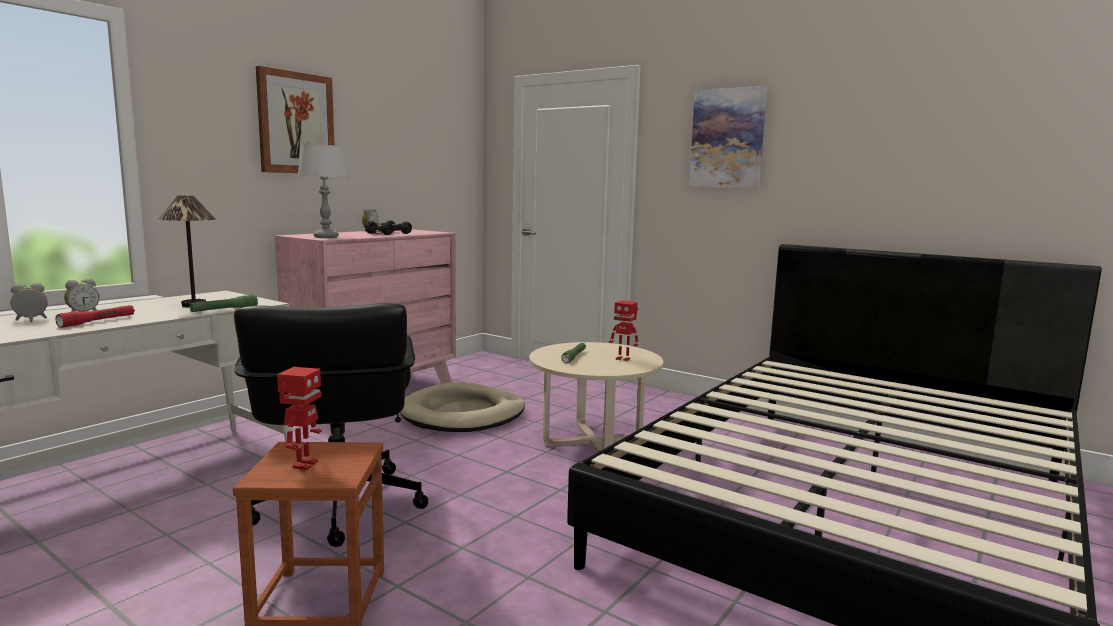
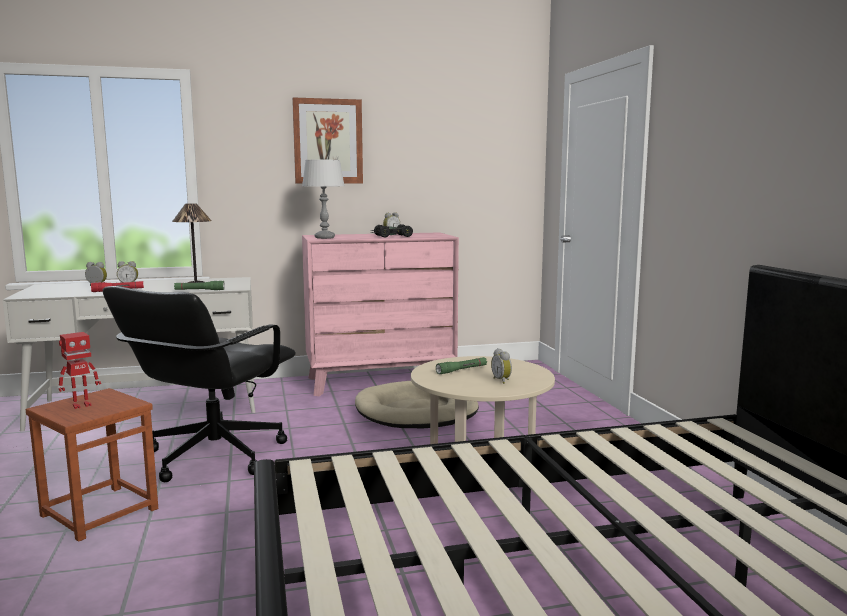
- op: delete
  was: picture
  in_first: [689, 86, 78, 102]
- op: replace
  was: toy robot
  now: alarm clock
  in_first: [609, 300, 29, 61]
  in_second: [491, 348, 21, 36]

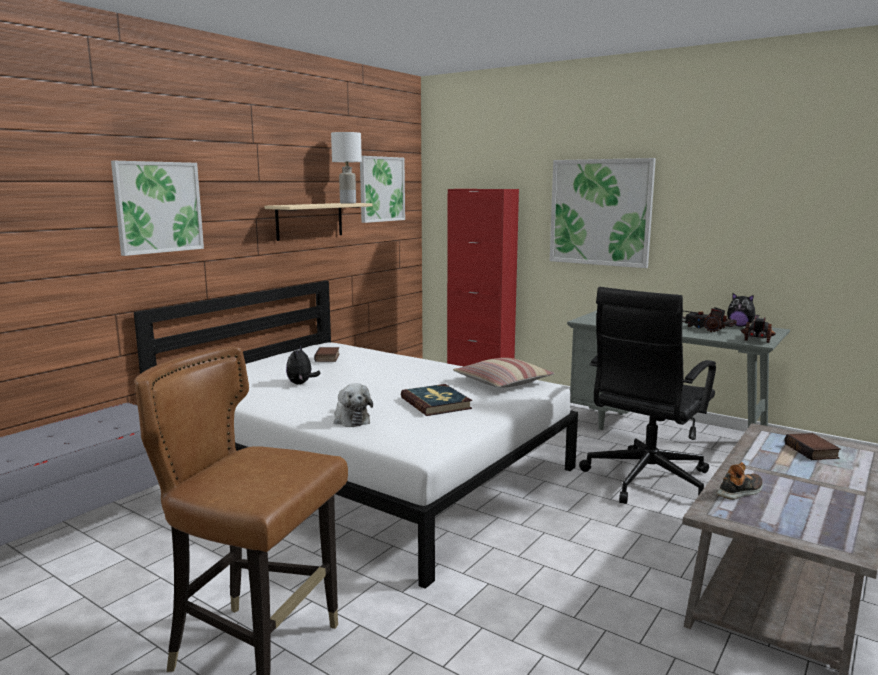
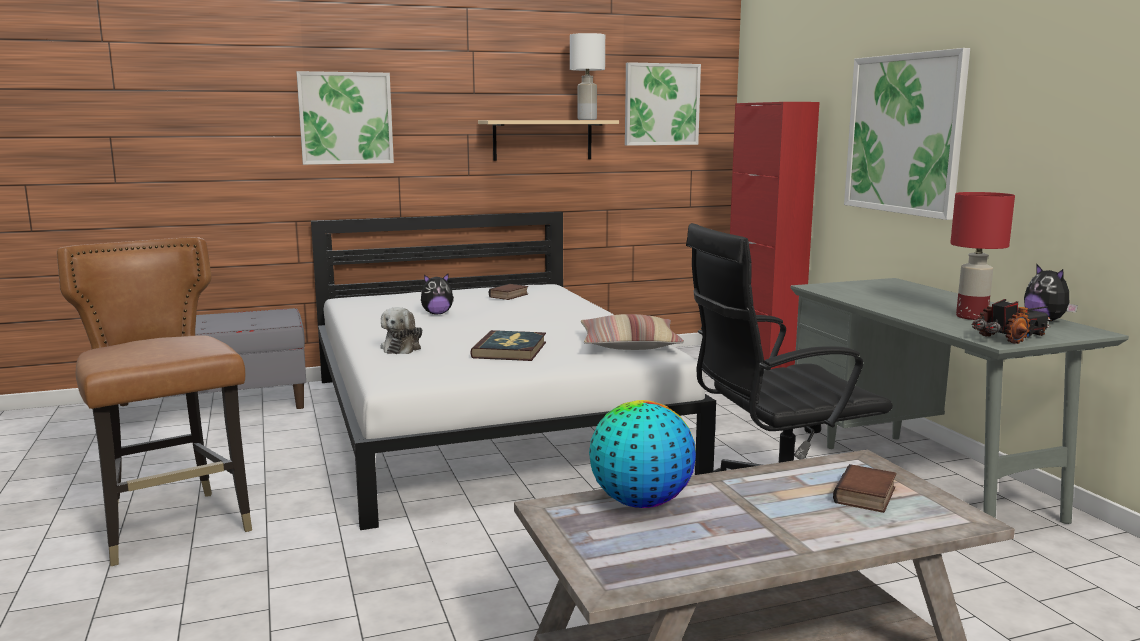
- op: replace
  was: toy truck
  now: table lamp (red)
  in_first: [682, 307, 55, 25]
  in_second: [950, 192, 65, 128]
- op: rotate
  was: plush toy
  in_first: [286, 345, 35, 39]
  in_second: [421, 274, 33, 40]
  clockwise: -150
- op: replace
  was: shoe
  now: globe
  in_first: [717, 462, 46, 38]
  in_second: [589, 400, 107, 108]

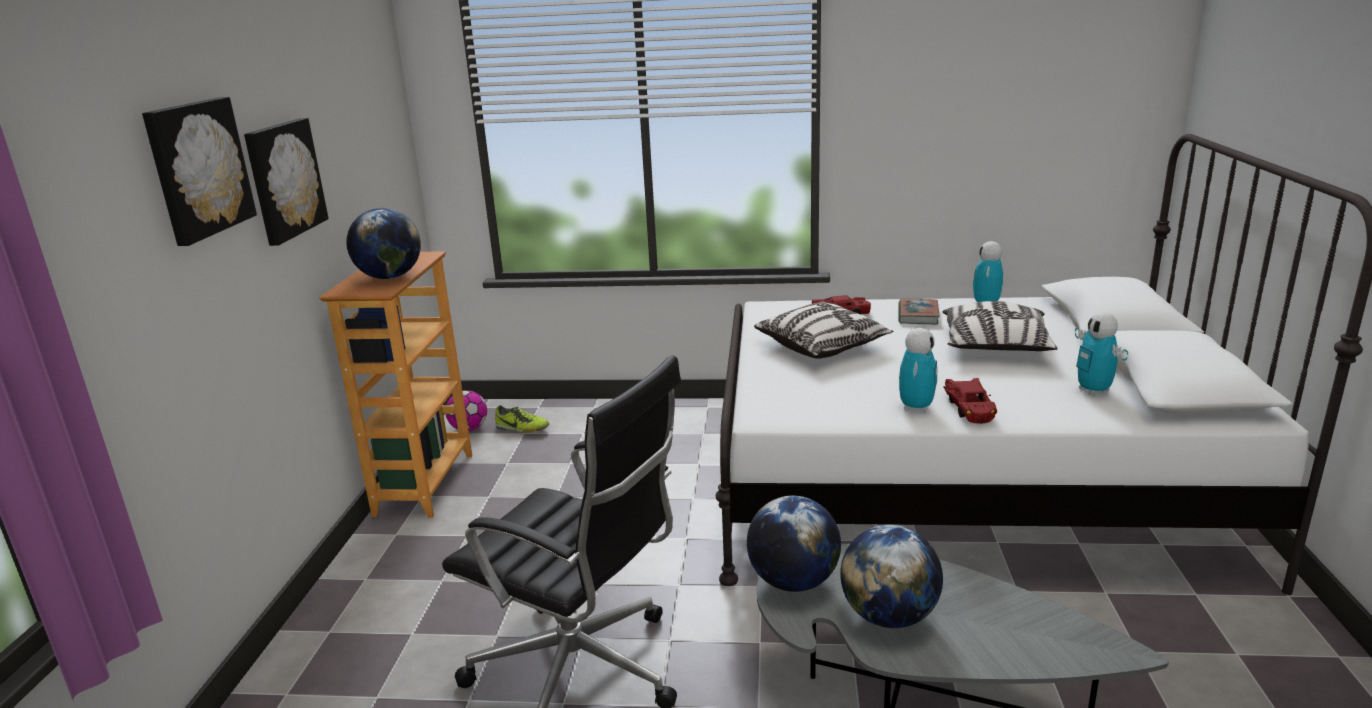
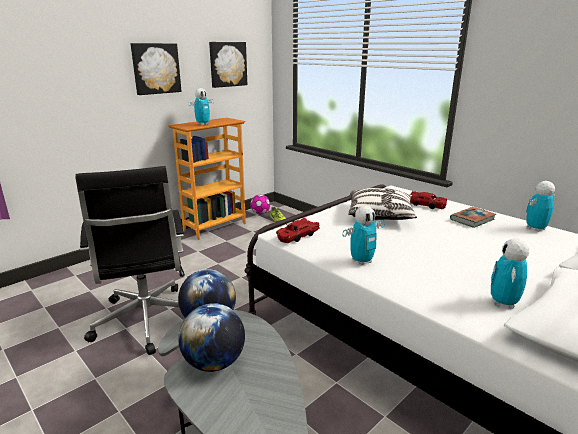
- op: move
  was: picture
  in_first: [142, 97, 115, 149]
  in_second: [209, 42, 38, 46]
- op: replace
  was: globe
  now: toy robot
  in_first: [346, 208, 75, 71]
  in_second: [188, 88, 26, 37]
- op: delete
  was: pillow
  in_first: [943, 301, 115, 50]
- op: move
  was: toy car (red)
  in_first: [943, 378, 54, 46]
  in_second: [276, 218, 44, 25]

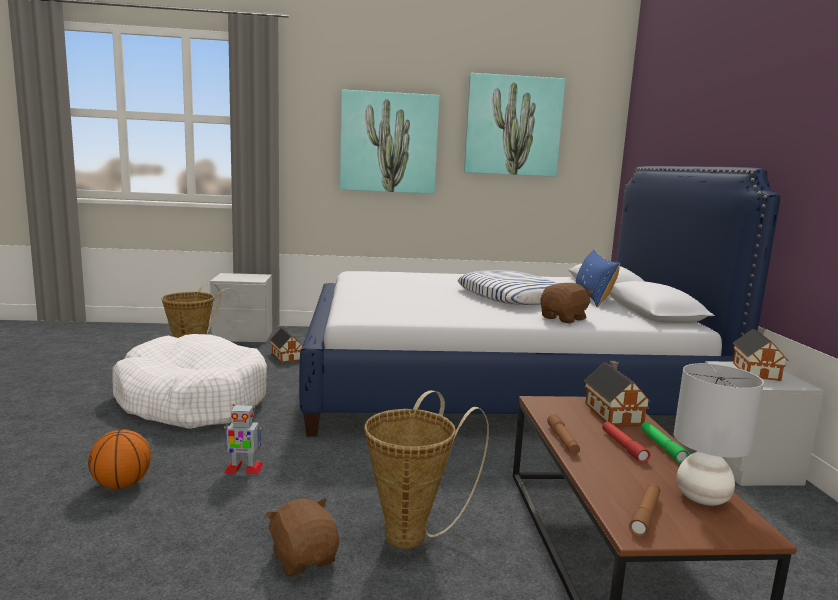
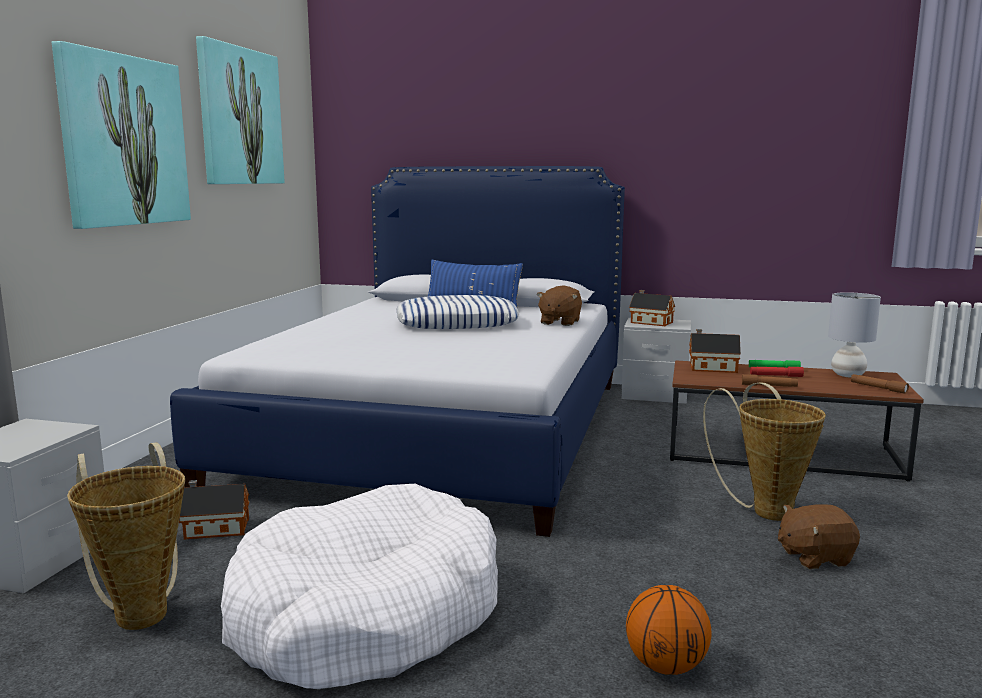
- op: rotate
  was: plush toy (brown)
  in_first: [540, 283, 53, 40]
  in_second: [537, 285, 45, 41]
  clockwise: -135
- op: delete
  was: toy robot
  in_first: [224, 404, 40, 71]

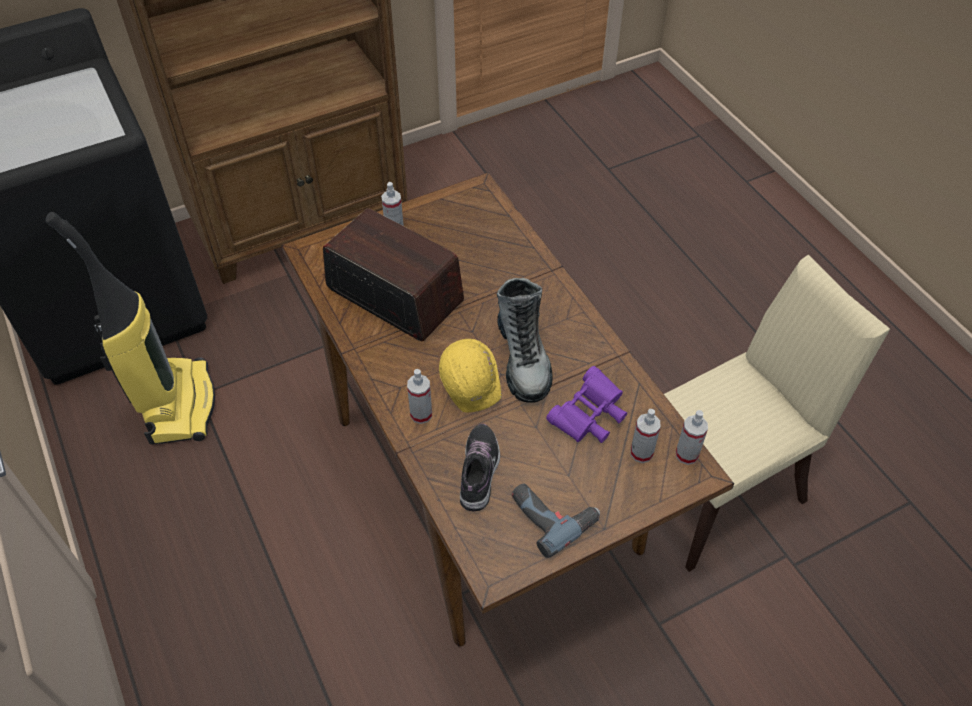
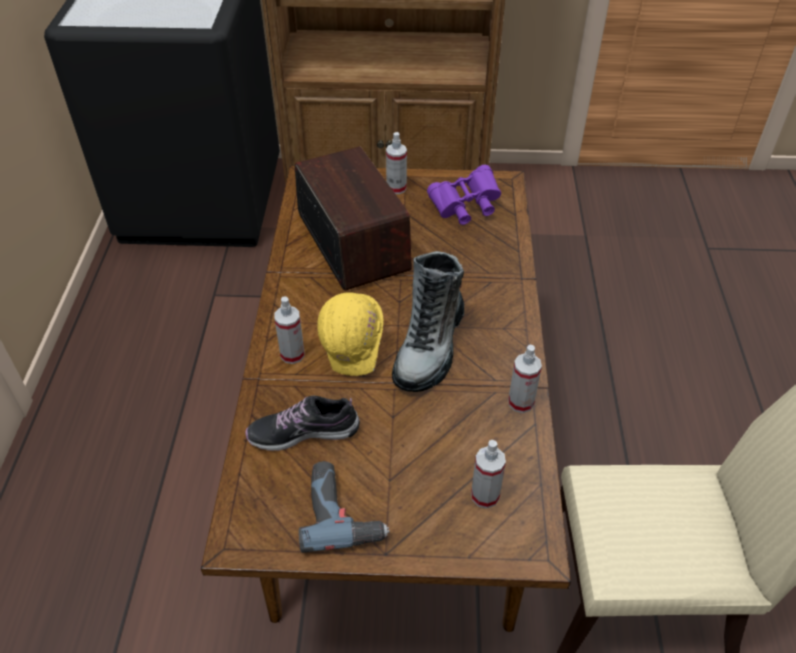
- op: delete
  was: vacuum cleaner
  in_first: [46, 212, 169, 232]
- op: move
  was: binoculars (purple)
  in_first: [546, 366, 81, 77]
  in_second: [427, 165, 74, 60]
- op: move
  was: spray bottle
  in_first: [676, 410, 32, 55]
  in_second: [508, 344, 34, 69]
- op: rotate
  was: shoe
  in_first: [460, 424, 40, 88]
  in_second: [245, 396, 115, 55]
  clockwise: -135

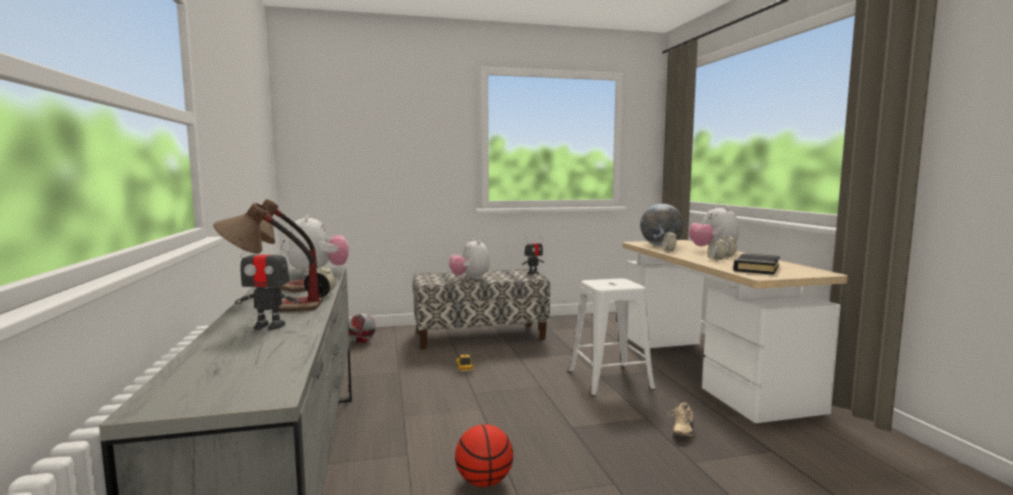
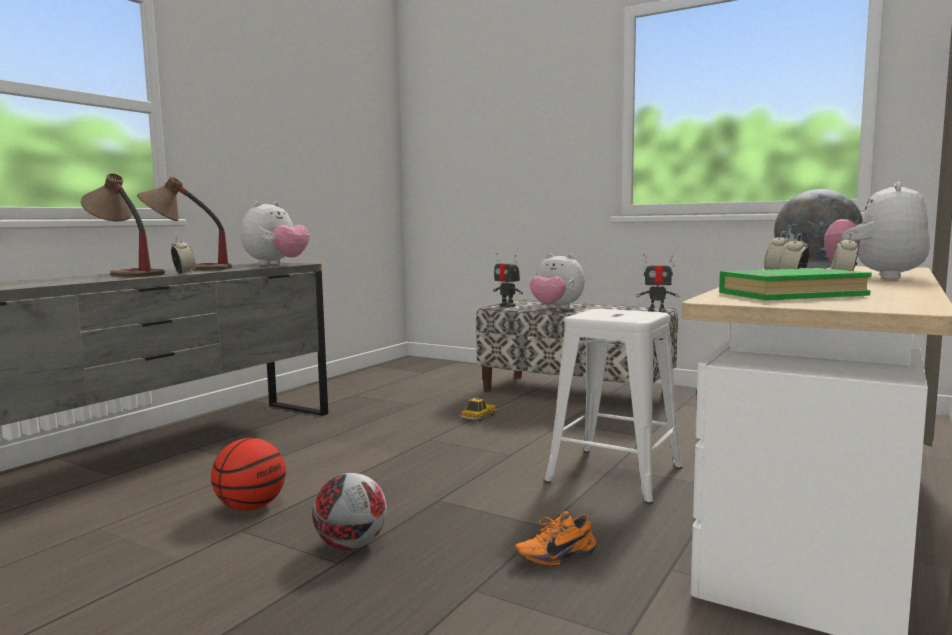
- op: move
  was: toy robot
  in_first: [235, 238, 66, 92]
  in_second: [493, 253, 30, 54]
- op: rotate
  was: plush toy
  in_first: [449, 239, 41, 41]
  in_second: [530, 253, 55, 56]
  clockwise: -75
- op: recolor
  was: book (black)
  now: book (green)
  in_first: [733, 253, 47, 22]
  in_second: [719, 268, 153, 32]
- op: move
  was: football
  in_first: [349, 314, 27, 29]
  in_second: [312, 473, 75, 77]
- op: recolor
  was: shoe (beige)
  now: shoe (orange)
  in_first: [668, 402, 26, 35]
  in_second: [515, 511, 81, 55]

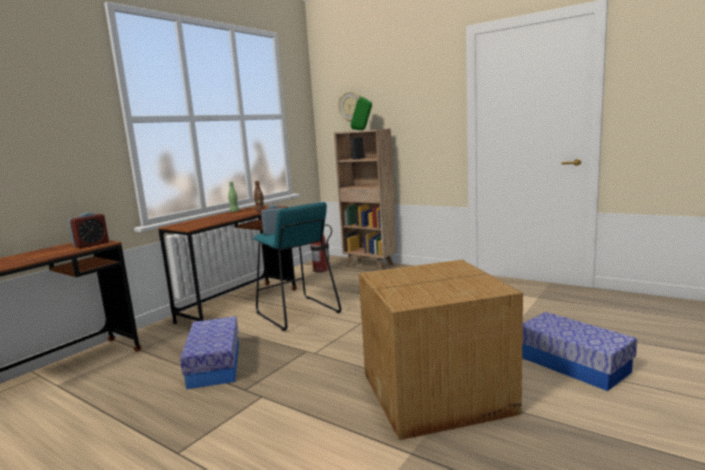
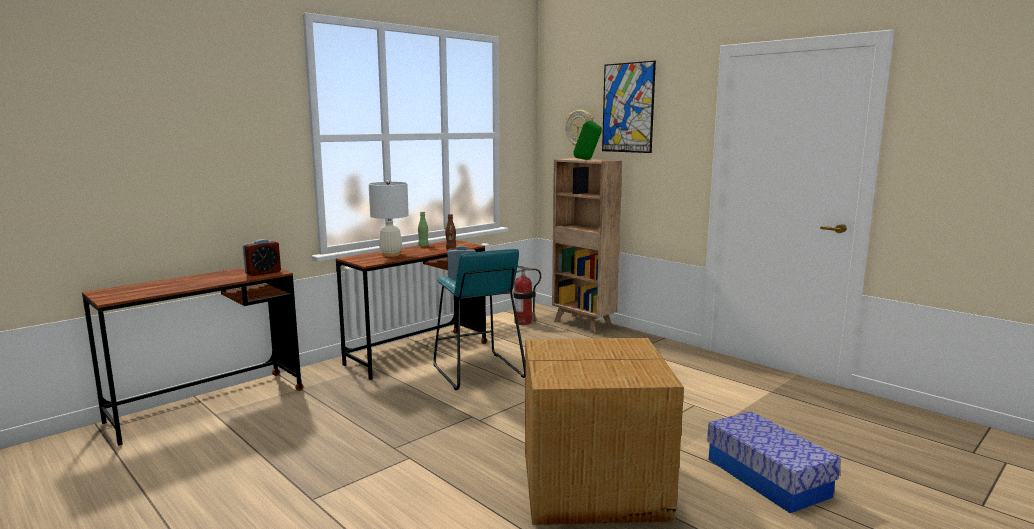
- op: delete
  was: storage box
  in_first: [180, 316, 59, 73]
- op: insert
  now: picture
  in_second: [602, 61, 54, 92]
- op: insert
  now: table lamp (white)
  in_second: [369, 180, 40, 77]

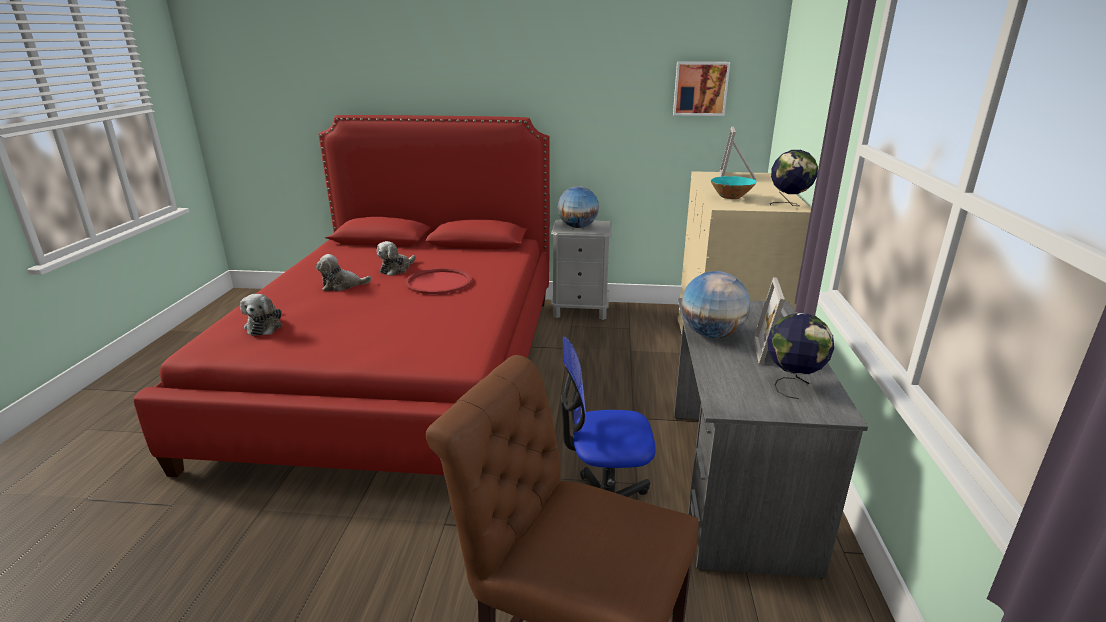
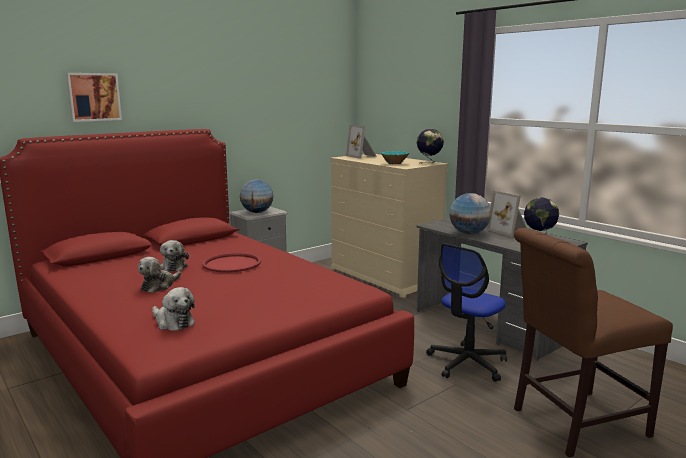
- op: move
  was: picture
  in_first: [673, 62, 57, 54]
  in_second: [66, 73, 56, 49]

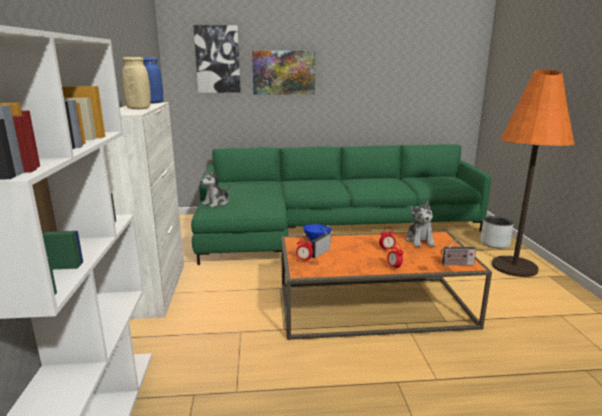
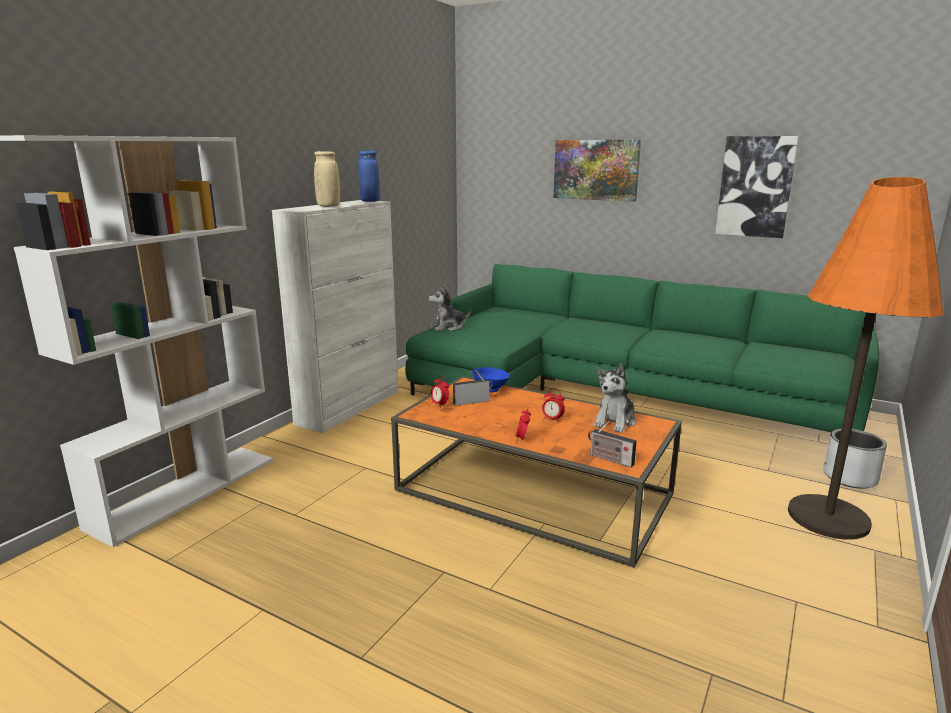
- op: move
  was: picture
  in_first: [193, 25, 48, 68]
  in_second: [715, 136, 84, 102]

